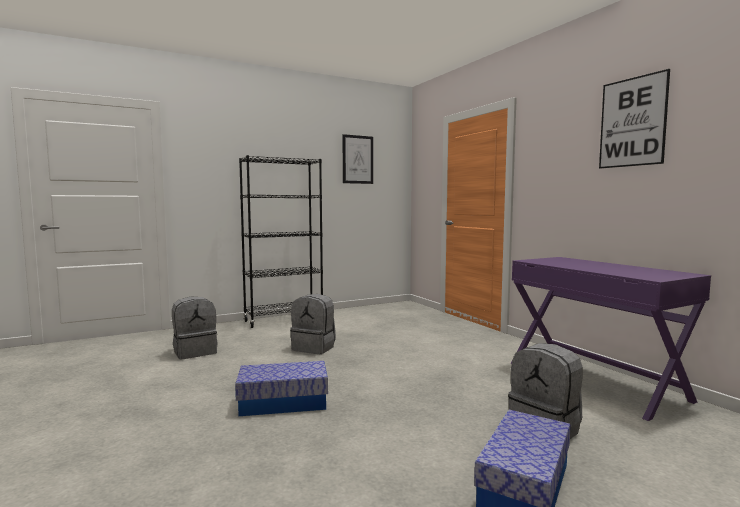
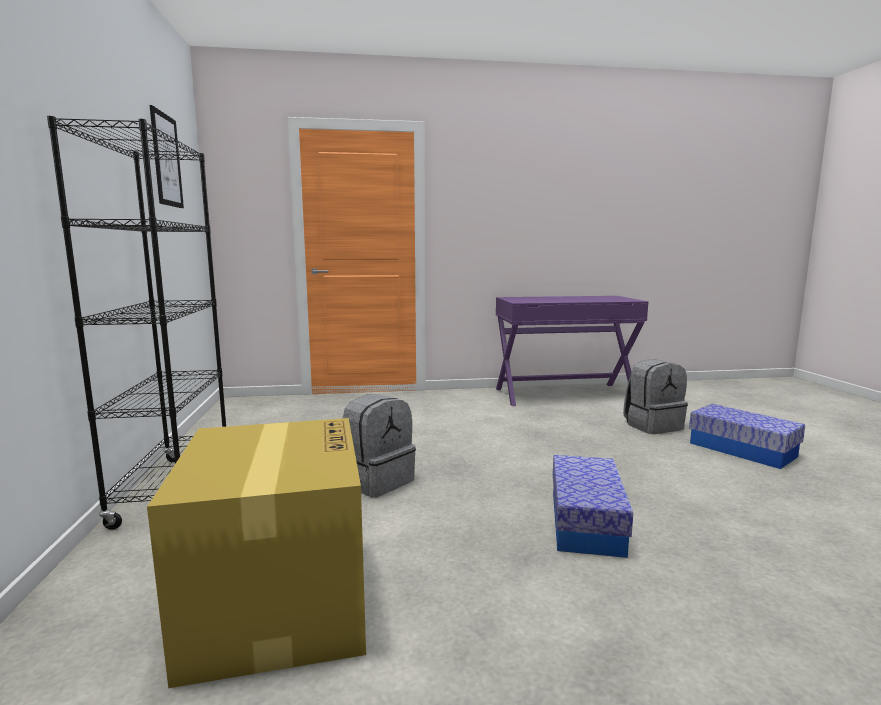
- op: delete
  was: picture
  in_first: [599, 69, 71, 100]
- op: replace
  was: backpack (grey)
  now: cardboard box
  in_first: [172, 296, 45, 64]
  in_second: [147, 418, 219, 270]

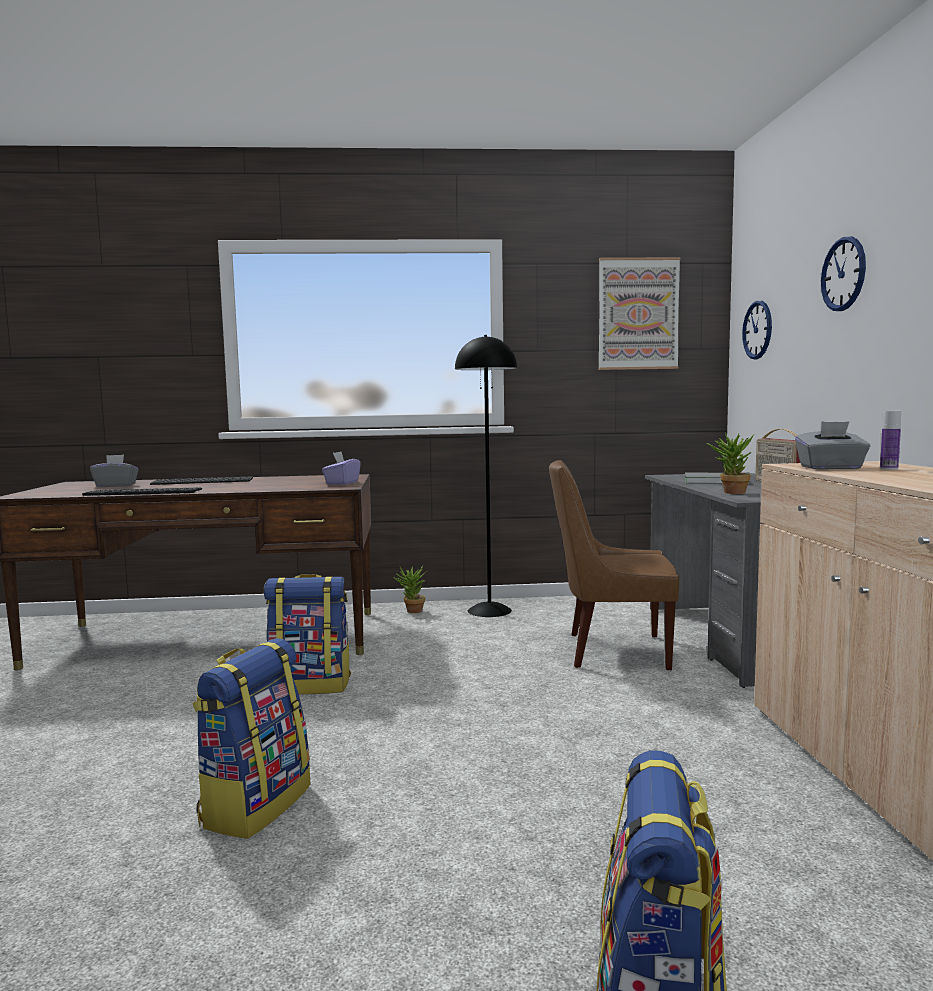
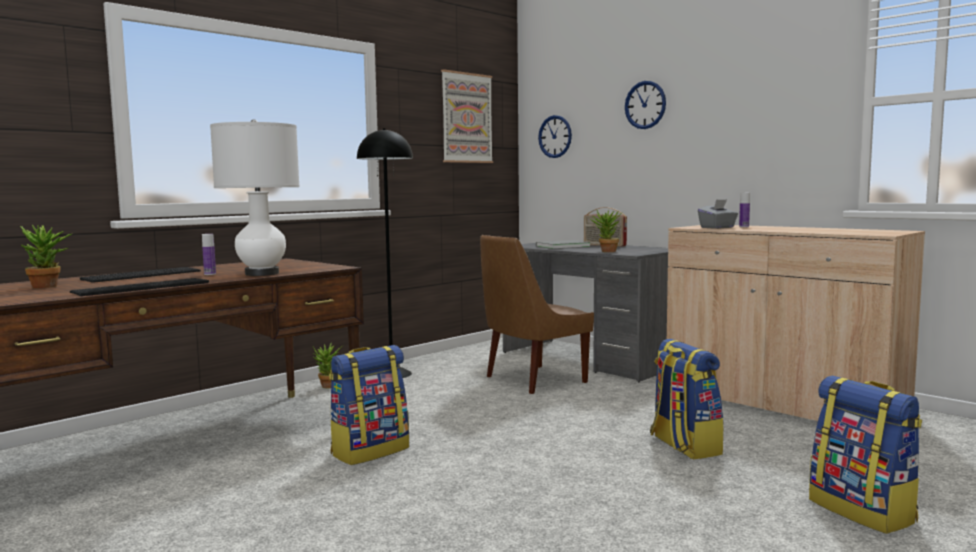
- op: delete
  was: tissue box (purple)
  in_first: [322, 451, 39, 34]
- op: replace
  was: tissue box (grey)
  now: potted plant
  in_first: [90, 454, 49, 33]
  in_second: [20, 225, 52, 63]
- op: move
  was: backpack
  in_first: [193, 638, 118, 201]
  in_second: [650, 339, 74, 120]
- op: insert
  now: table lamp (white)
  in_second: [210, 119, 90, 157]
- op: insert
  now: bottle
  in_second: [202, 234, 14, 41]

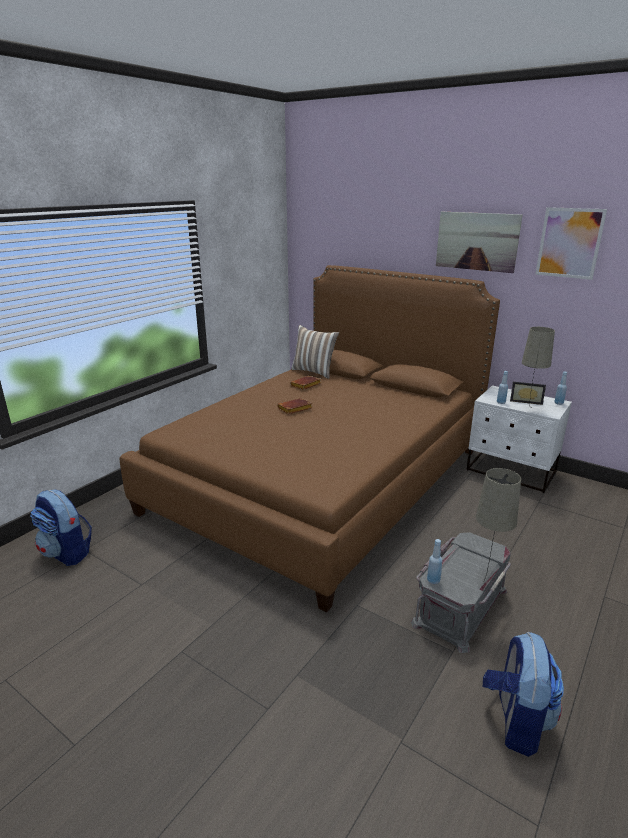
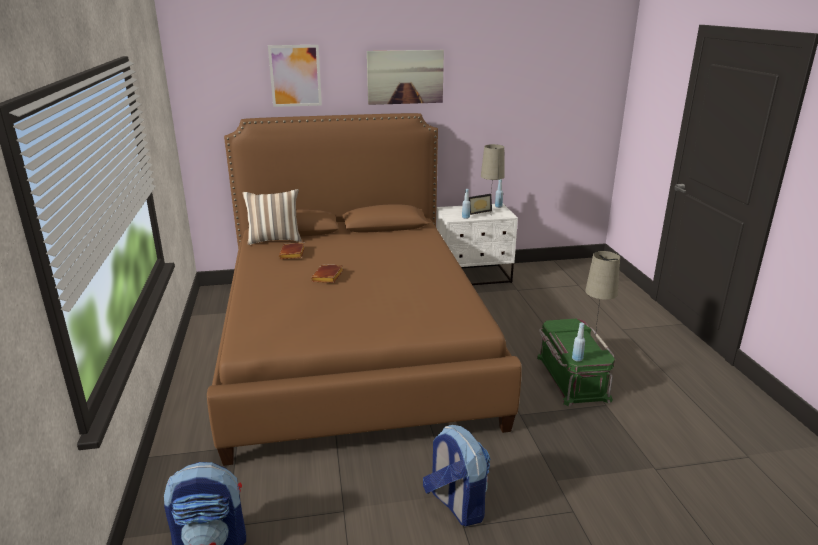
- op: move
  was: picture
  in_first: [535, 207, 72, 73]
  in_second: [268, 45, 54, 62]
- op: recolor
  was: storage box (grey)
  now: storage box (green)
  in_first: [411, 532, 100, 121]
  in_second: [536, 318, 79, 88]
- op: move
  was: backpack
  in_first: [483, 632, 81, 125]
  in_second: [423, 425, 68, 101]

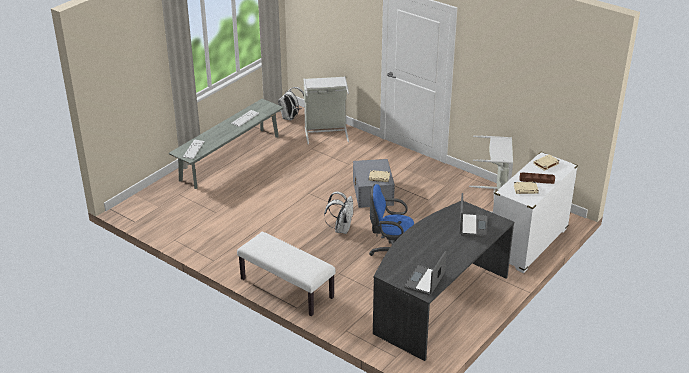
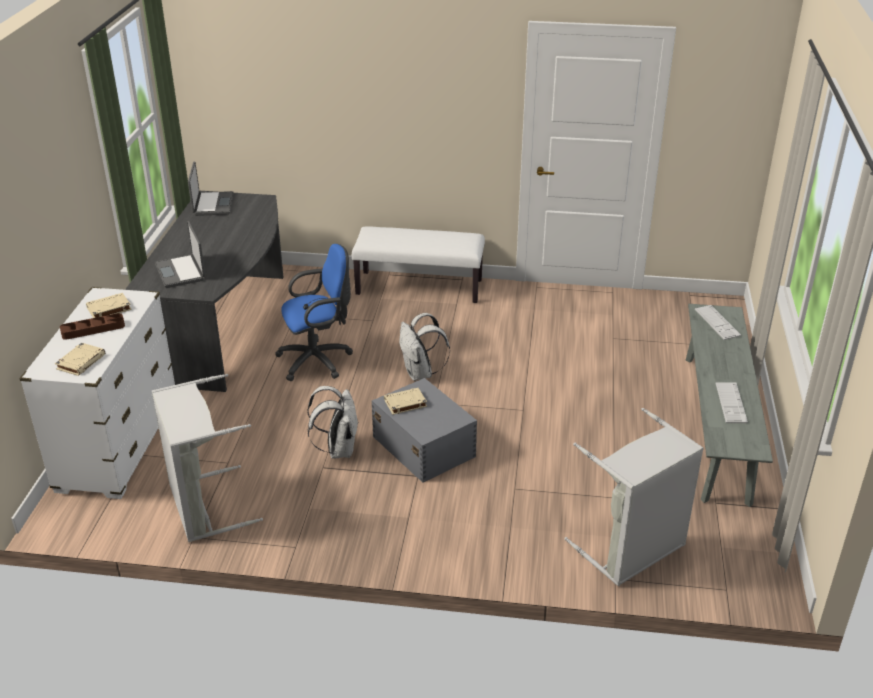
- op: move
  was: backpack (white)
  in_first: [278, 87, 26, 34]
  in_second: [307, 386, 51, 72]

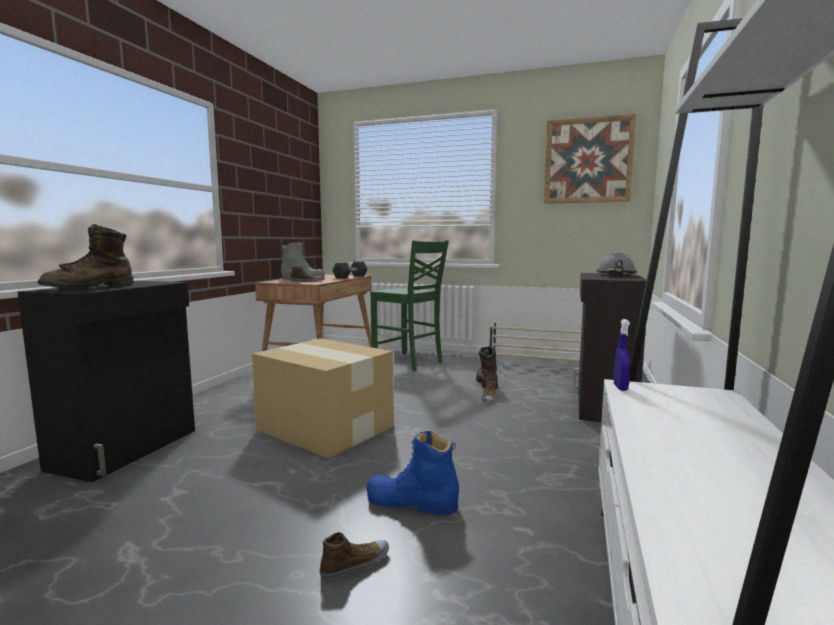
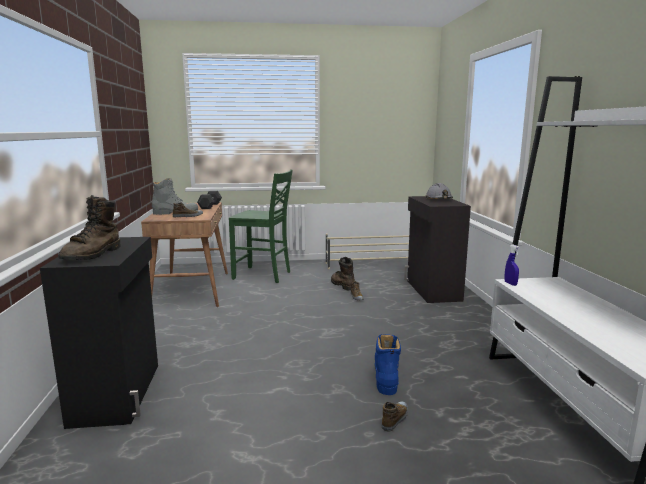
- op: delete
  was: picture
  in_first: [544, 114, 92, 90]
- op: delete
  was: cardboard box
  in_first: [252, 339, 142, 120]
- op: rotate
  was: boot (blue)
  in_first: [367, 431, 92, 84]
  in_second: [375, 334, 26, 61]
  clockwise: 105

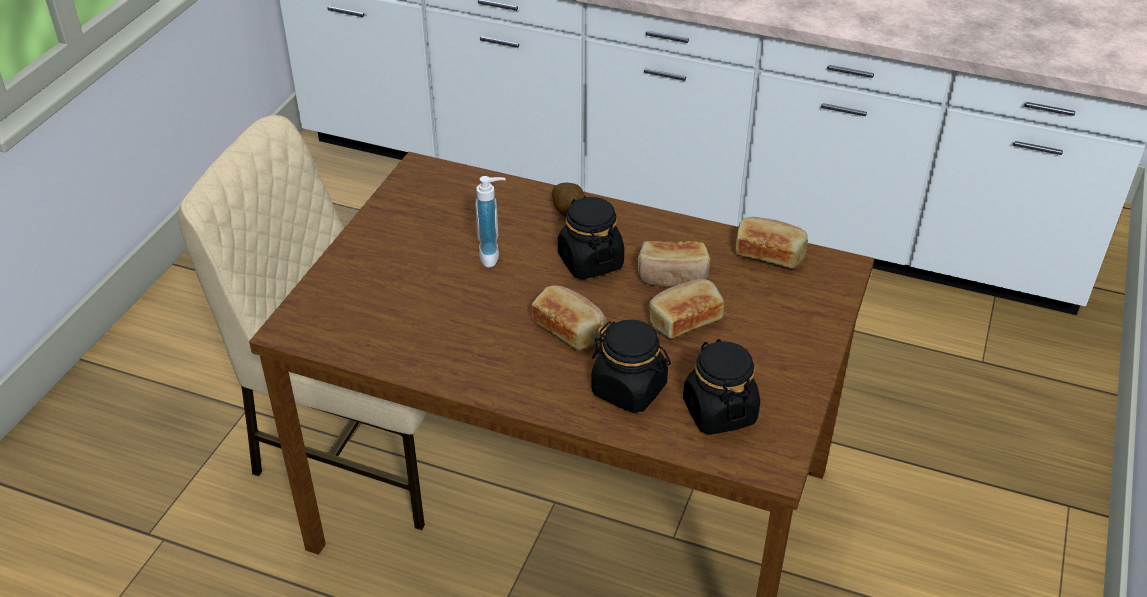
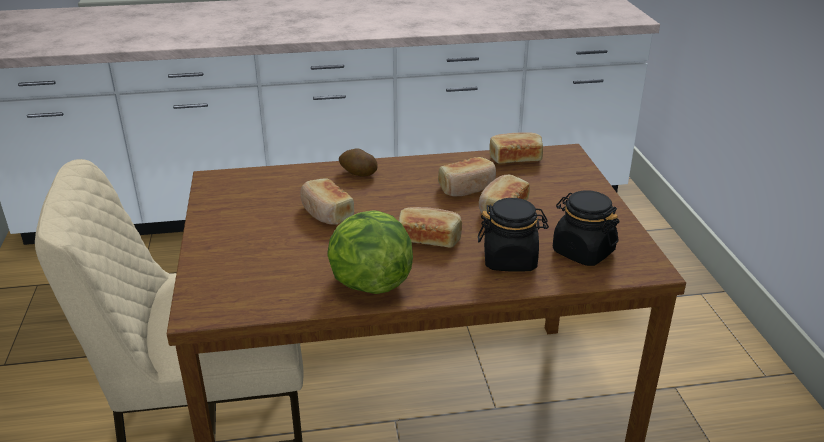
- op: replace
  was: soap dispenser
  now: bread
  in_first: [476, 176, 30, 92]
  in_second: [300, 178, 54, 47]
- op: delete
  was: jar (black)
  in_first: [558, 196, 66, 83]
- op: insert
  now: lettuce
  in_second: [328, 211, 85, 83]

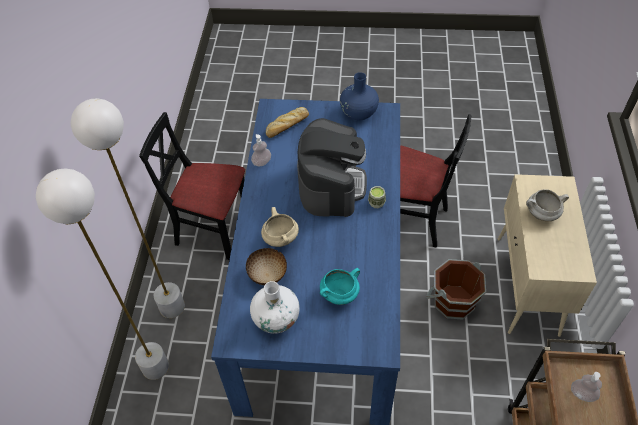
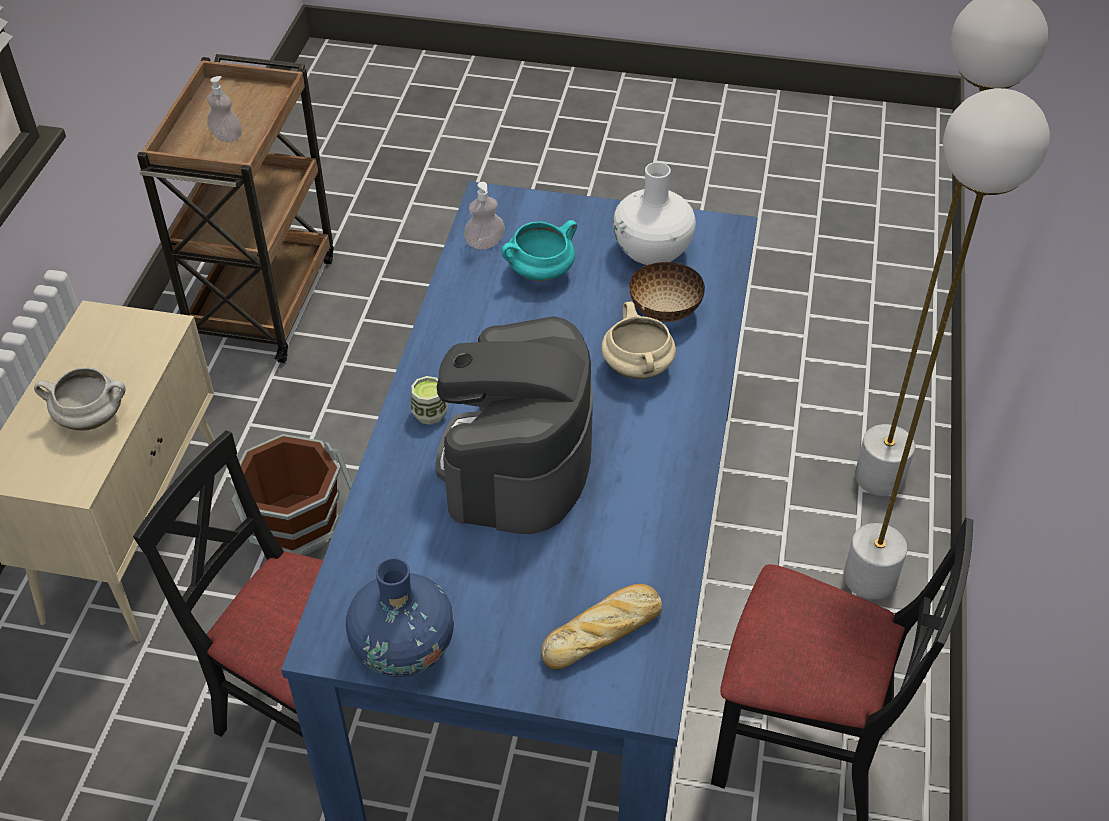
- op: move
  was: soap dispenser
  in_first: [251, 134, 20, 33]
  in_second: [464, 182, 41, 67]

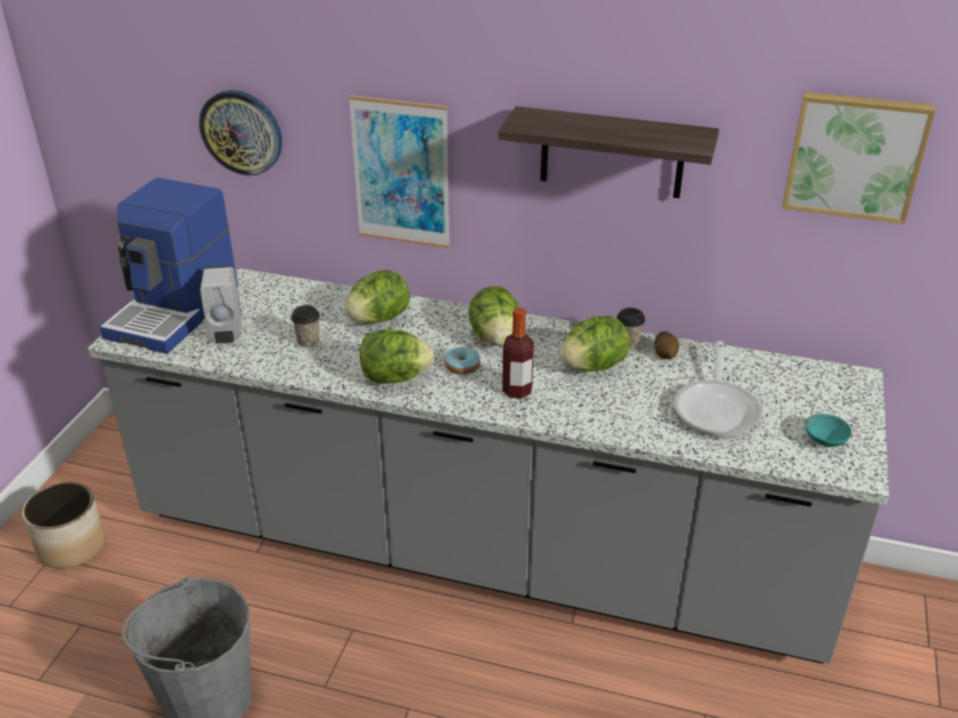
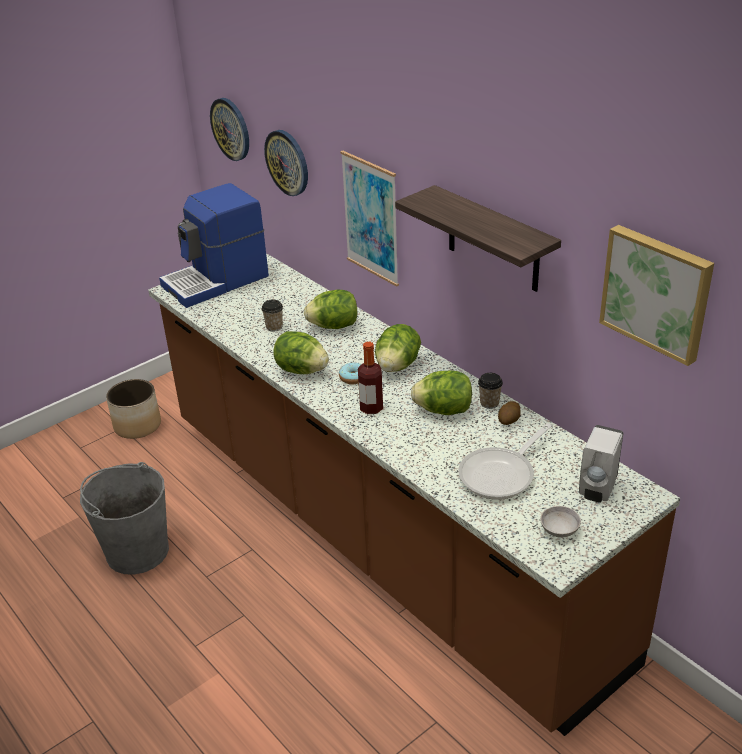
- op: move
  was: soap dispenser (white)
  in_first: [200, 265, 42, 78]
  in_second: [579, 425, 44, 78]
- op: recolor
  was: counter (grey)
  now: counter (brown)
  in_first: [88, 268, 801, 396]
  in_second: [148, 253, 532, 483]
- op: recolor
  was: bowl (turquoise)
  now: bowl (grey)
  in_first: [805, 414, 47, 33]
  in_second: [540, 506, 41, 32]
- op: insert
  now: wall clock
  in_second: [210, 98, 39, 63]

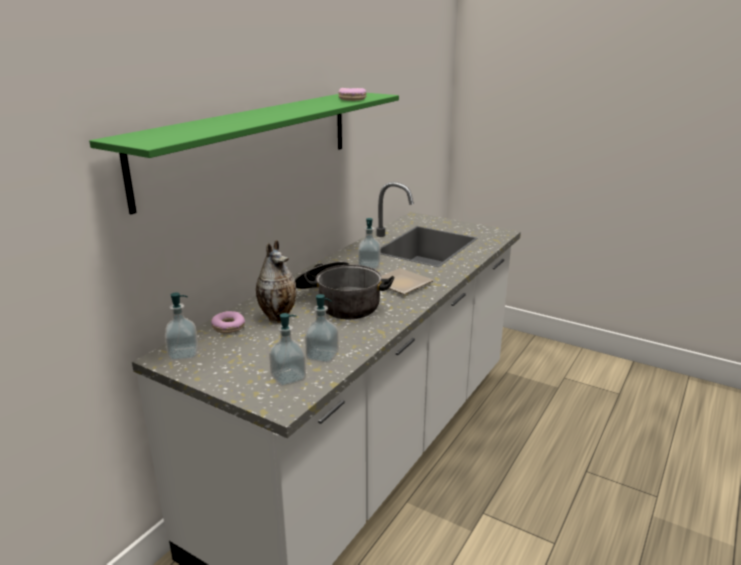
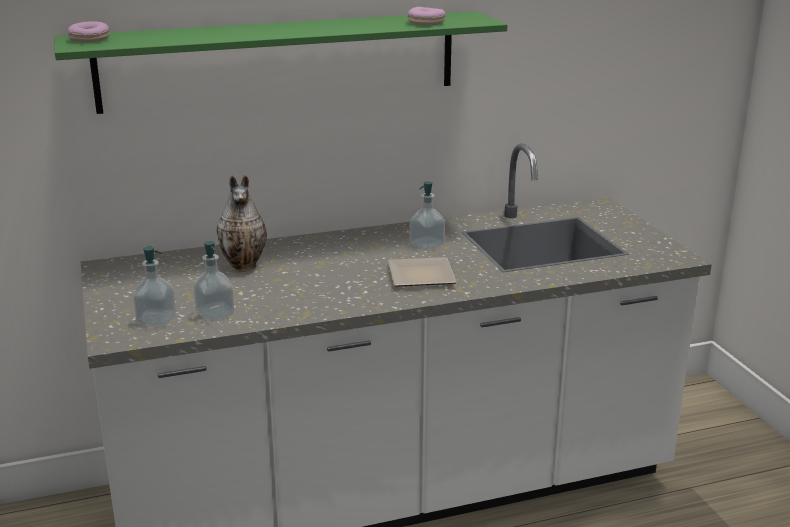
- op: delete
  was: cooking pot
  in_first: [295, 261, 99, 58]
- op: delete
  was: soap dispenser
  in_first: [165, 293, 33, 67]
- op: move
  was: donut
  in_first: [211, 311, 34, 22]
  in_second: [68, 21, 42, 21]

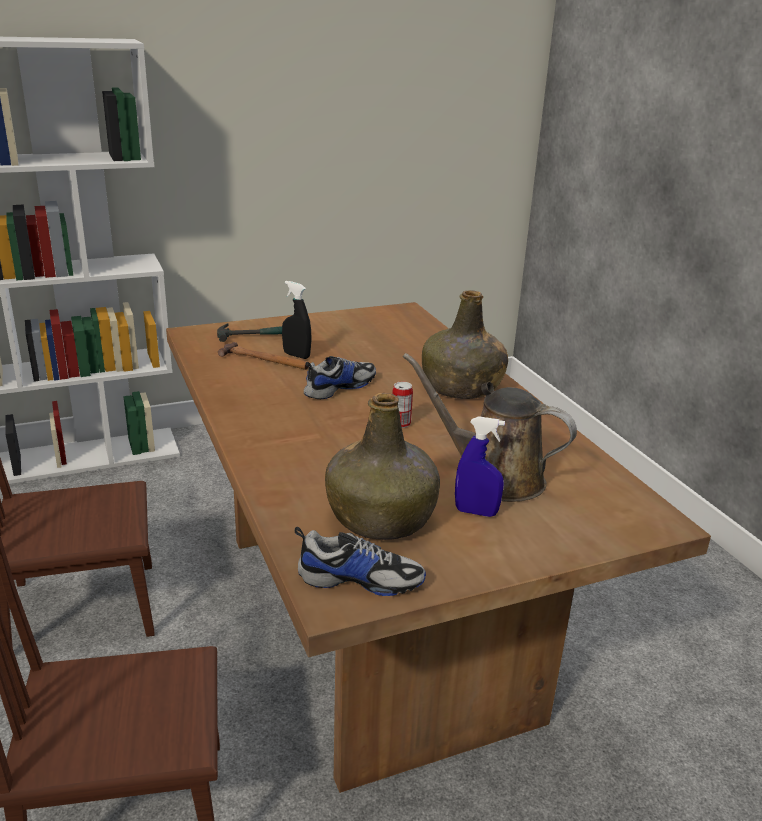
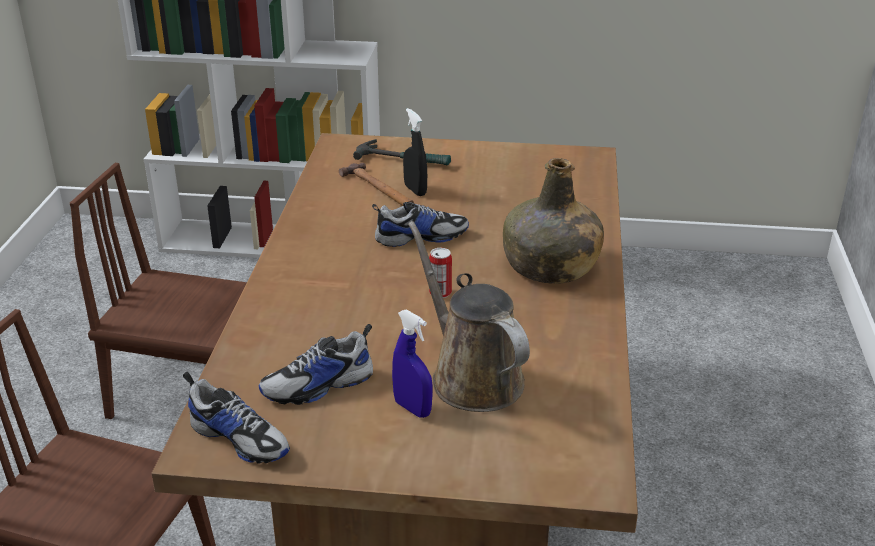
- op: replace
  was: bottle (green)
  now: shoe
  in_first: [325, 393, 115, 147]
  in_second: [259, 324, 114, 81]

